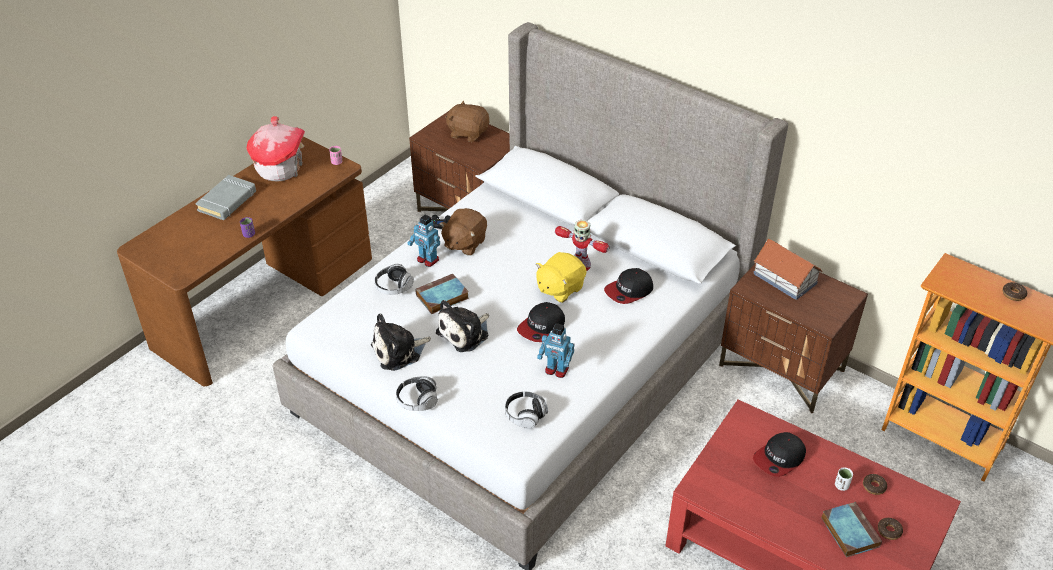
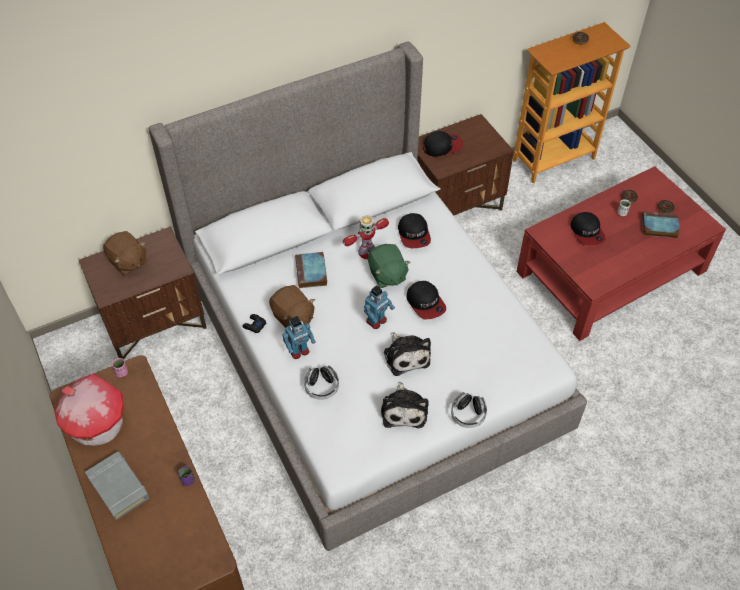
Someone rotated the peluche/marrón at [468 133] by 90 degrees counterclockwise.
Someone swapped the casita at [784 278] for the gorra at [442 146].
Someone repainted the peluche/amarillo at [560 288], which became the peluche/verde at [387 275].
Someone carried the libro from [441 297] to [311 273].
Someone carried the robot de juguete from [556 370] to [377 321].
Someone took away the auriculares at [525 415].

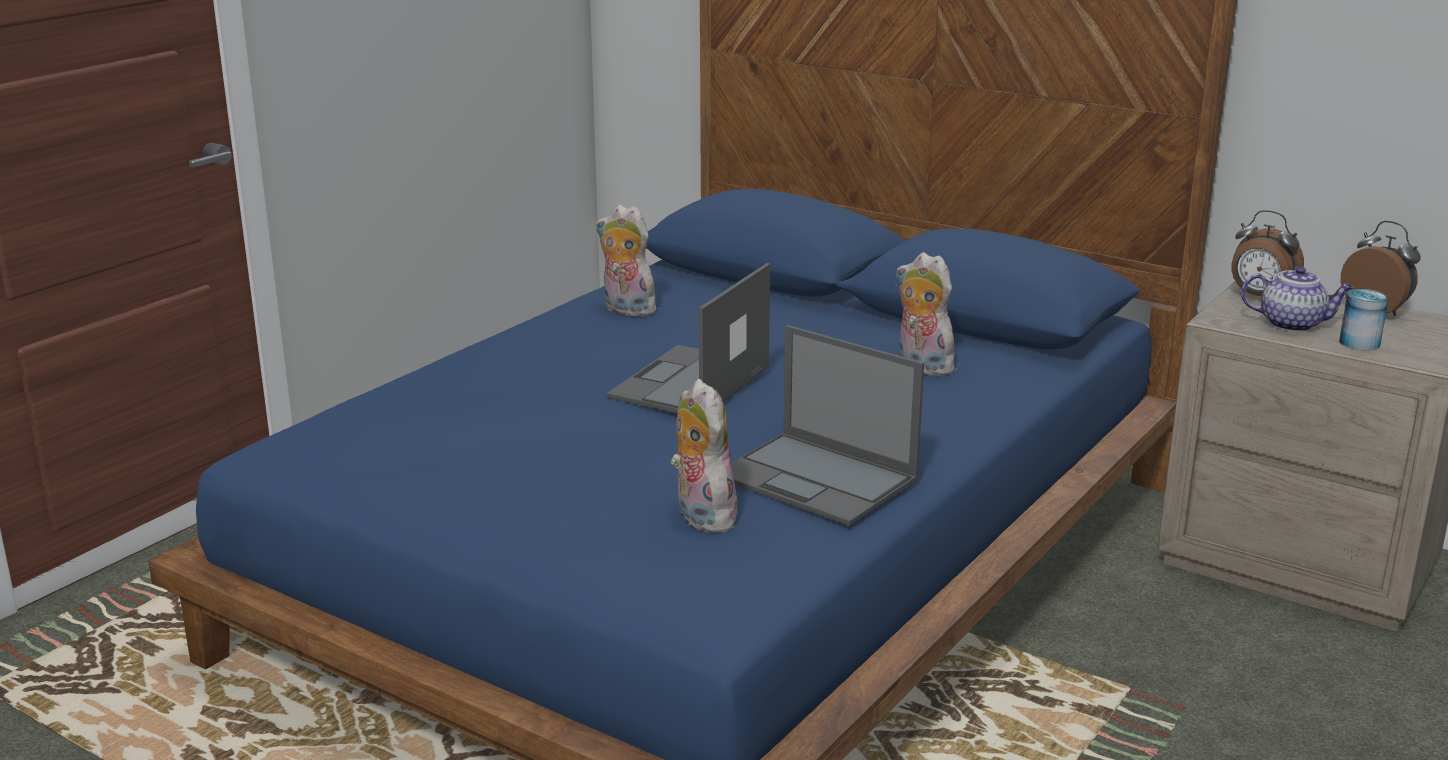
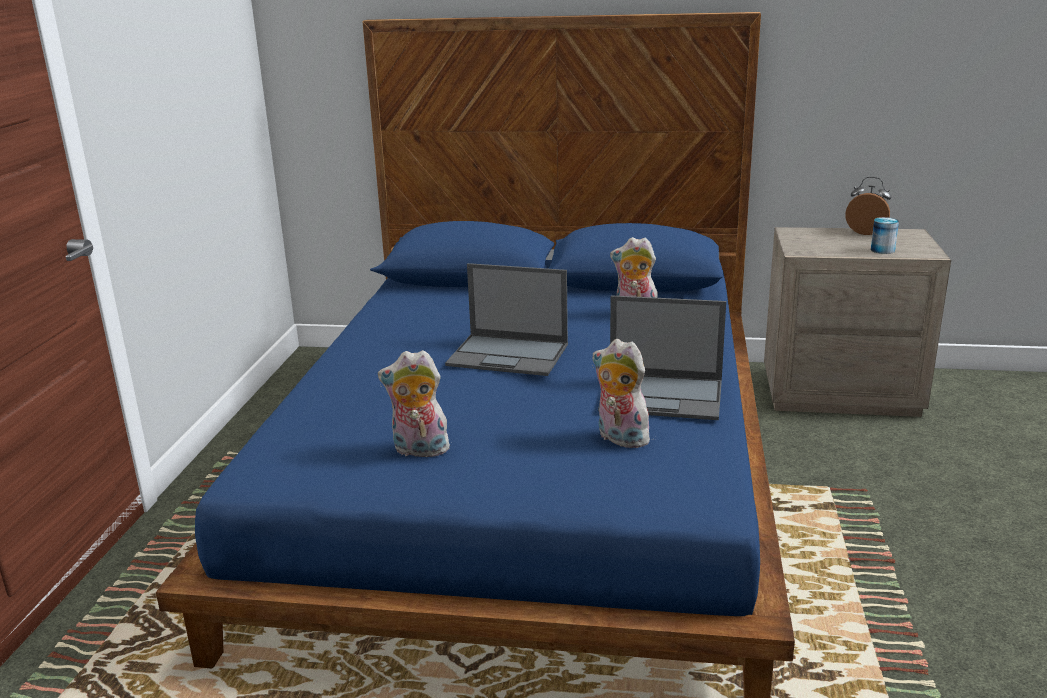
Someone carried the peluche from [626 310] to [419 451].
Someone took away the despertador at [1259 297].
Someone rotated the portátil at [689 383] by 75 degrees counterclockwise.
Someone took away the tetera at [1292 324].

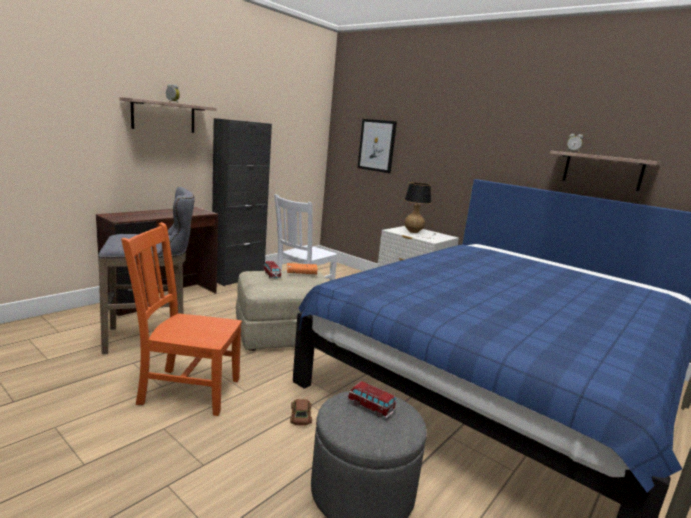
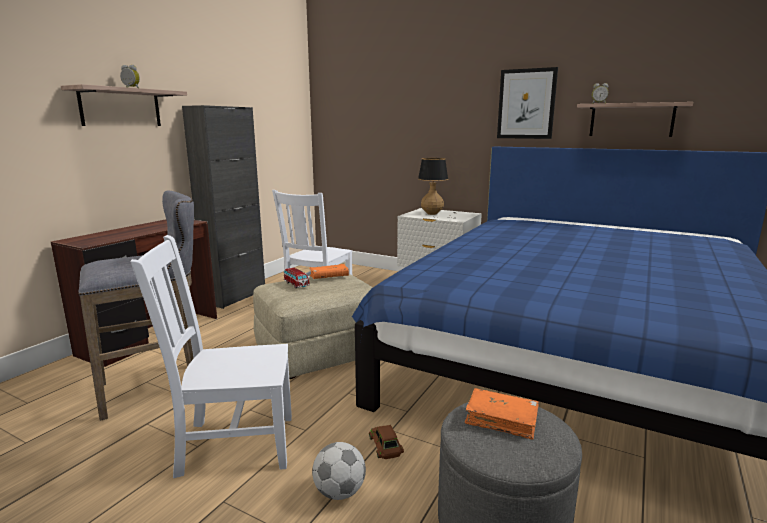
Someone carried the cuadro from [377 145] to [526 104].
Someone repainted the silla/naranja at [187 390], which became the silla/blanco at [233 444].
Someone swapped the coche de juguete at [371 407] for the libro/naranja at [501 420].
Someone put down the balón de fútbol at [340 492].

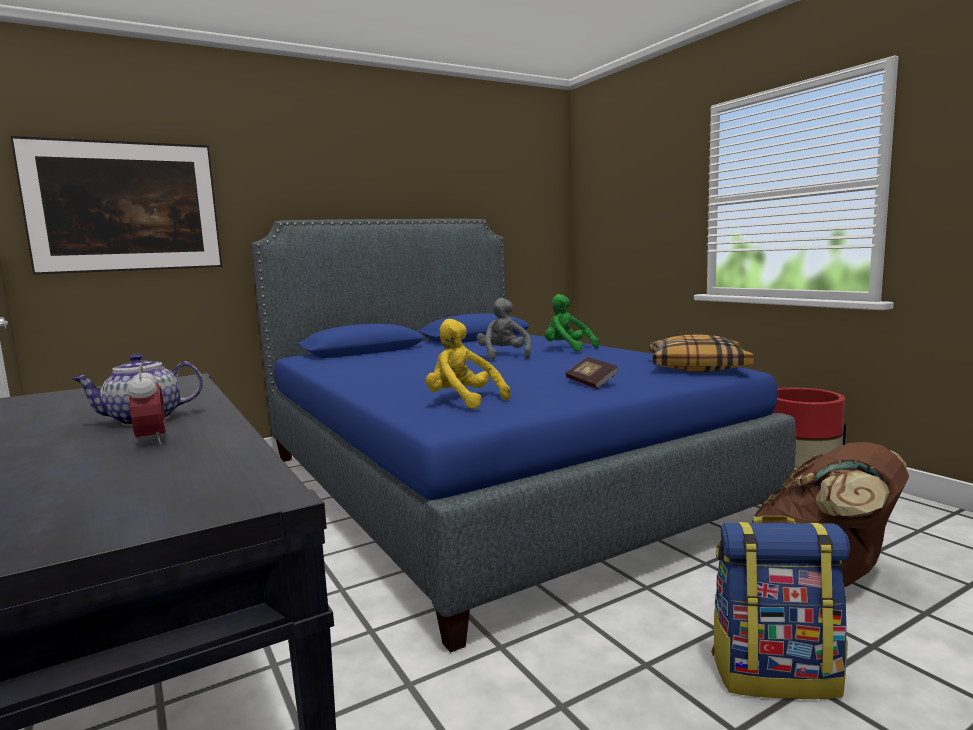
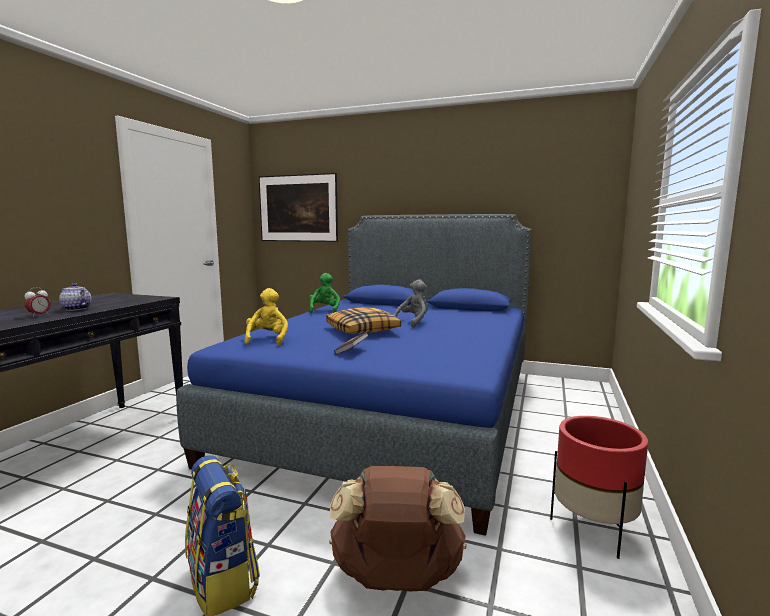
Someone carried the peluche/verde from [567 349] to [324 310].
Someone carried the cojín from [697 366] to [363 330].

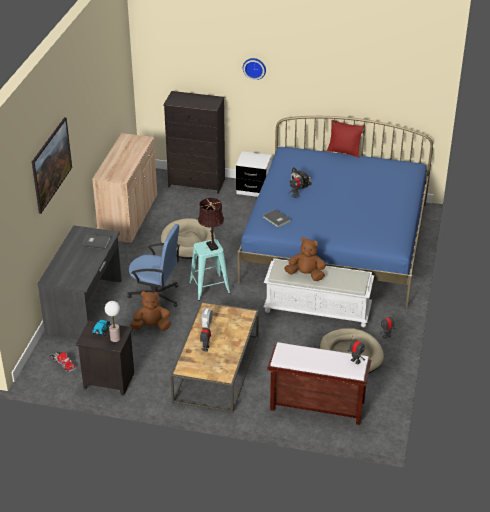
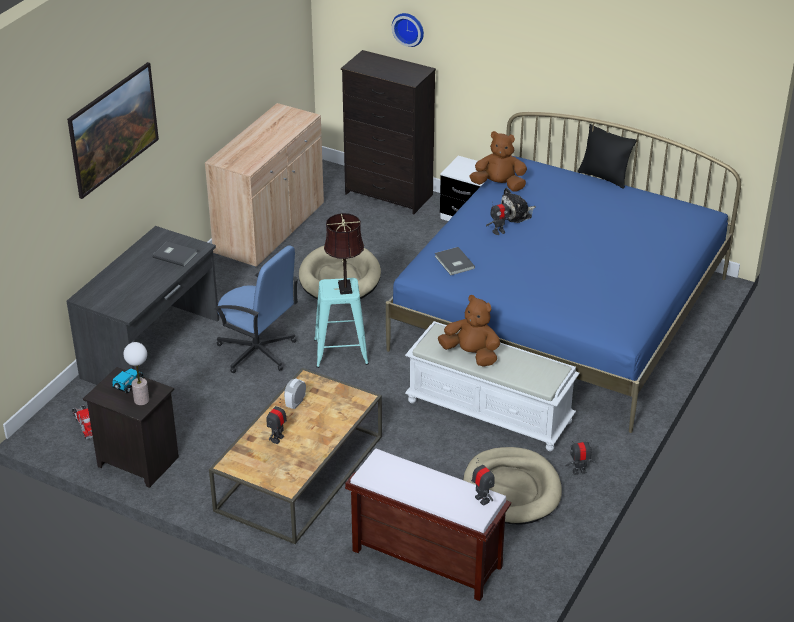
Someone carried the reloj de pared from [254 68] to [409 28].
Someone repainted the cojín/rojo at [344 152], which became the cojín/negro at [604 177].
Someone carried the peluche/marrón from [151 327] to [499 185].

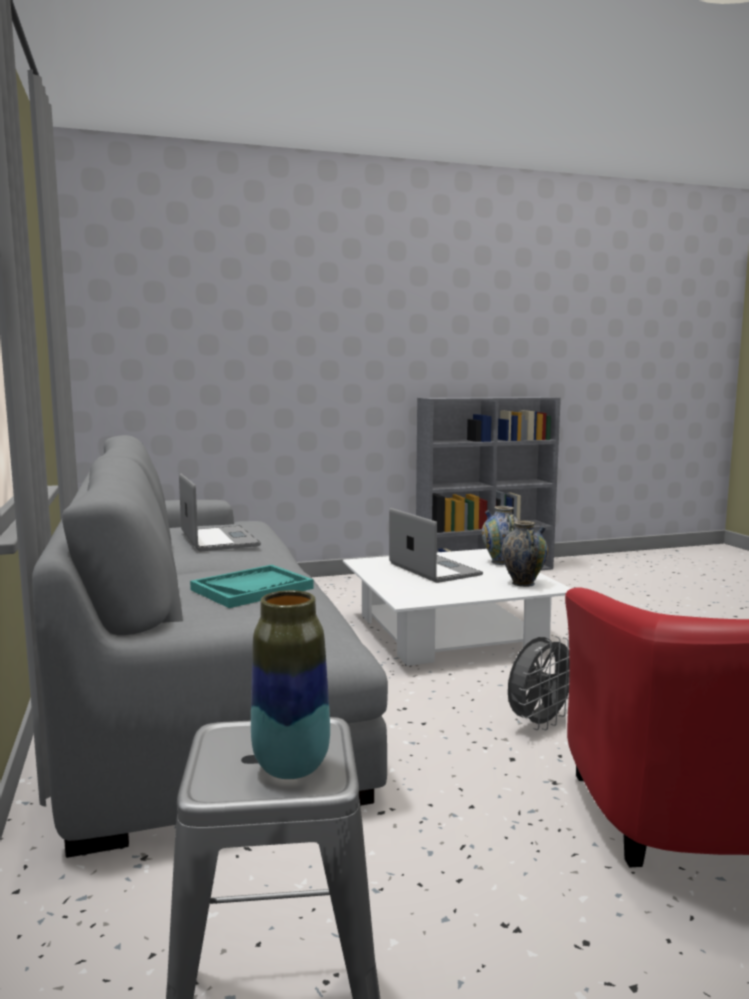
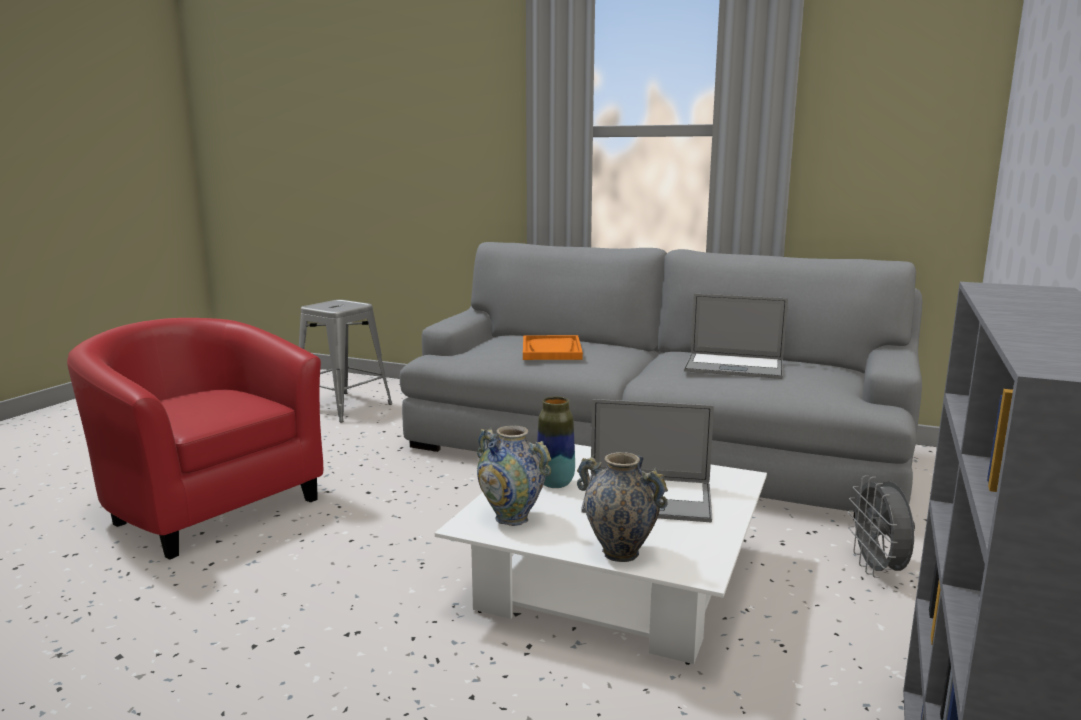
Someone repainted the bandeja/turquesa at [252 589], which became the bandeja/naranja at [551 350].
Someone carried the florero from [291 767] to [555 483].
Someone carried the ventilador/gris from [539 723] to [878 570].

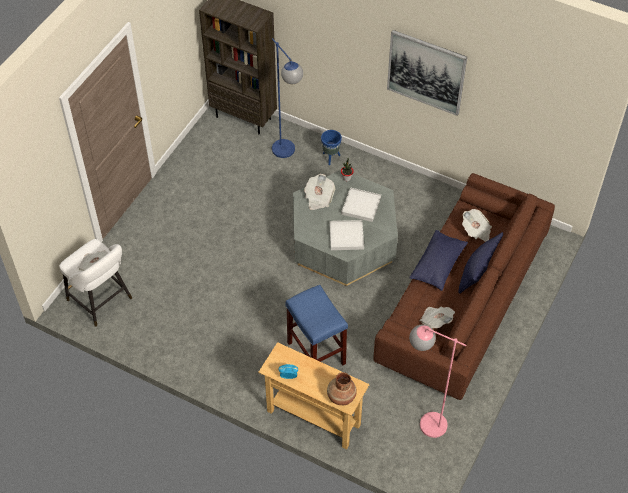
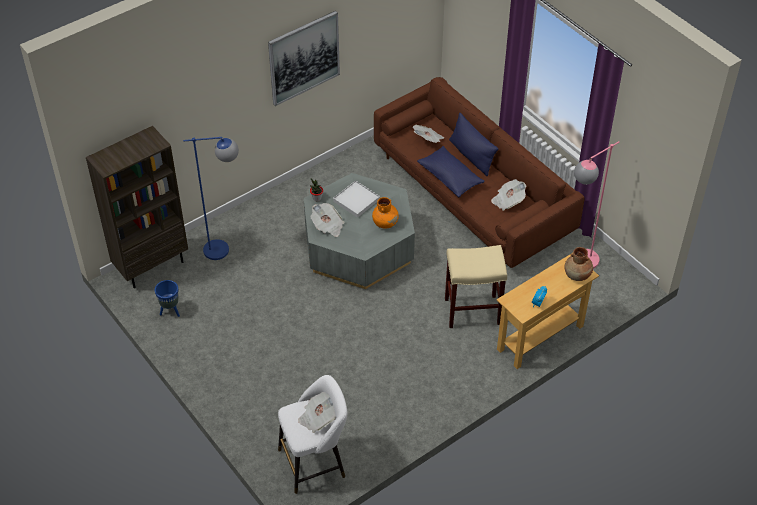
Someone carried the maceta/azul from [330 157] to [170 311].
Someone swapped the bandeja/blanco at [346 236] for the florero/naranja at [385 223].
Someone repainted the taburete/azul at [315 352], which became the taburete/beis at [471 311].

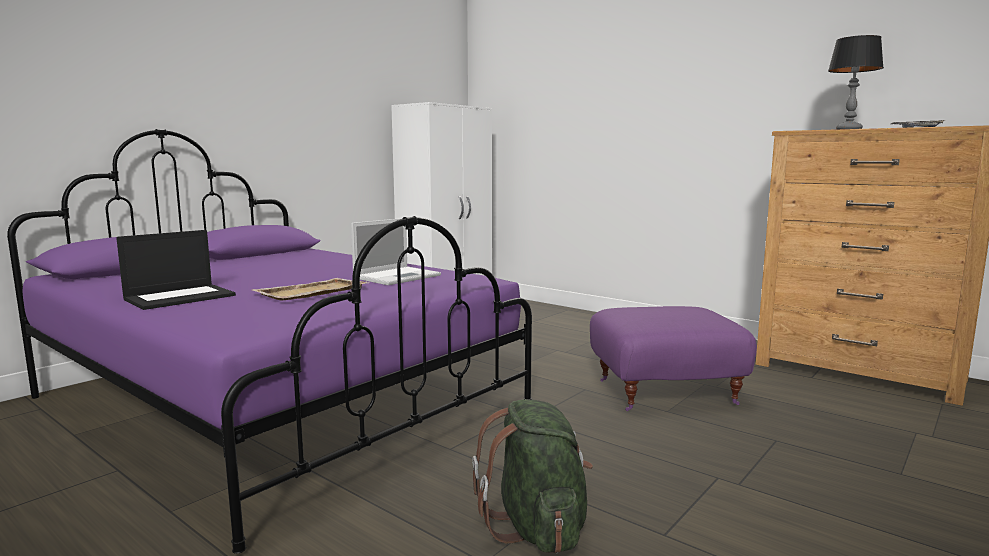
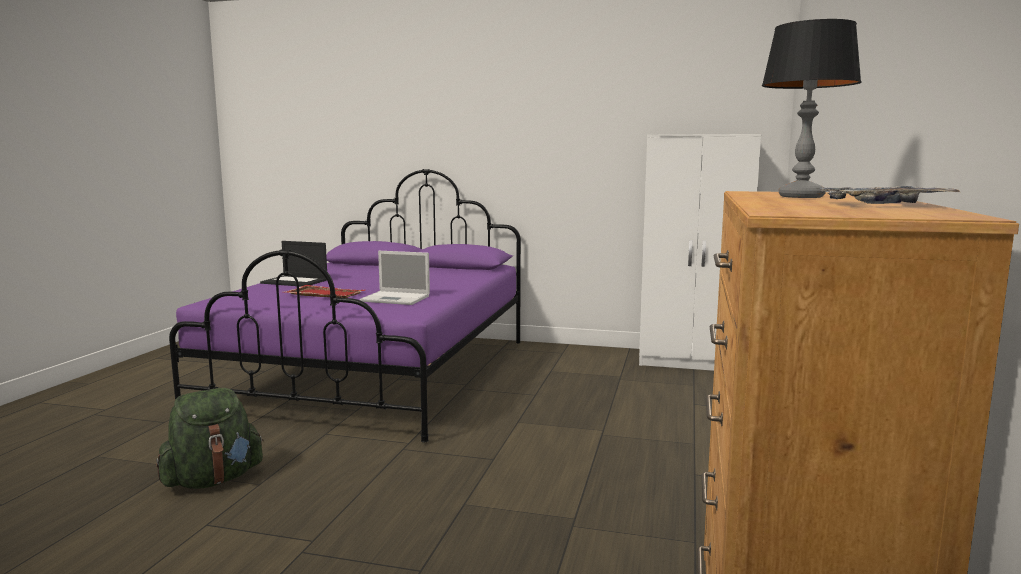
Someone repainted the bandeja/beis at [311 292], which became the bandeja/rojo at [324 294].
Someone took away the puf/morado at [665 391].

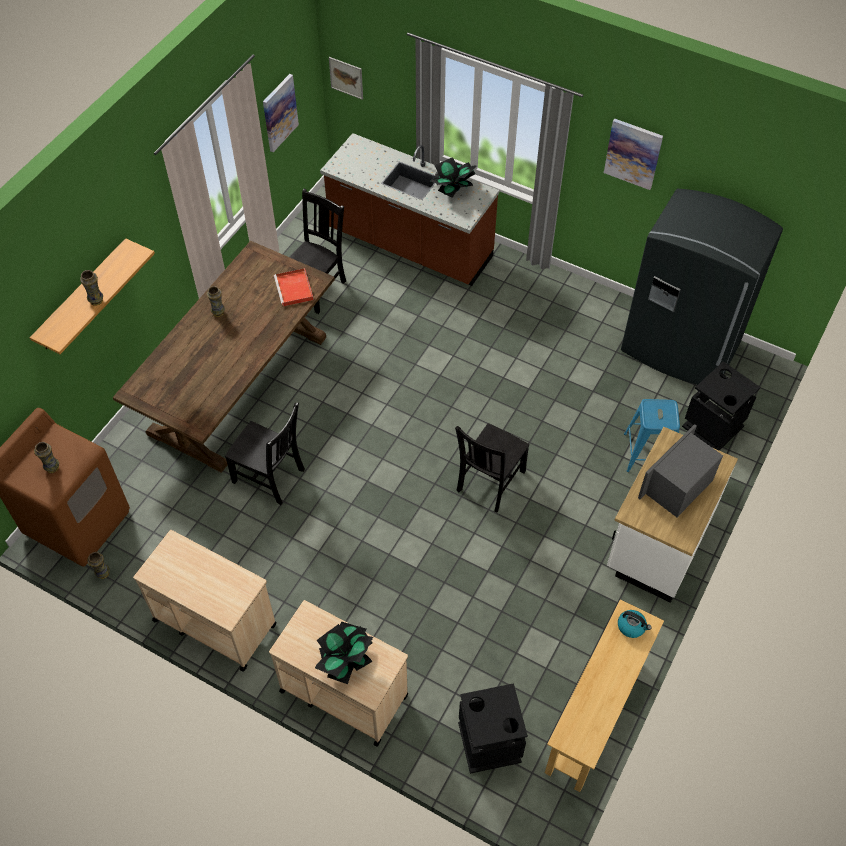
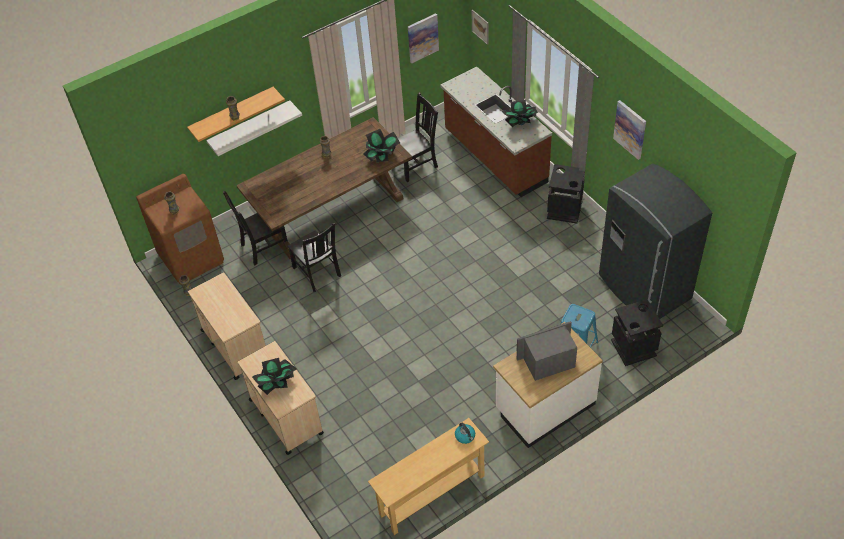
Someone swapped the bandeja/rojo at [294 289] for the planta en maceta at [382 156].
Someone carried the silla/negro from [489 482] to [263 247].
Someone carried the papelera/negro from [490 743] to [564 210].
Someone put up the estante/blanco at [250 127].

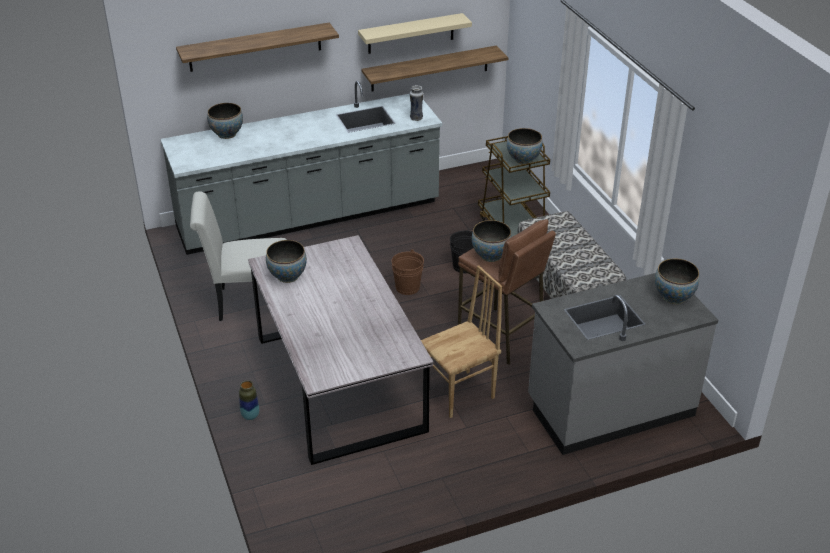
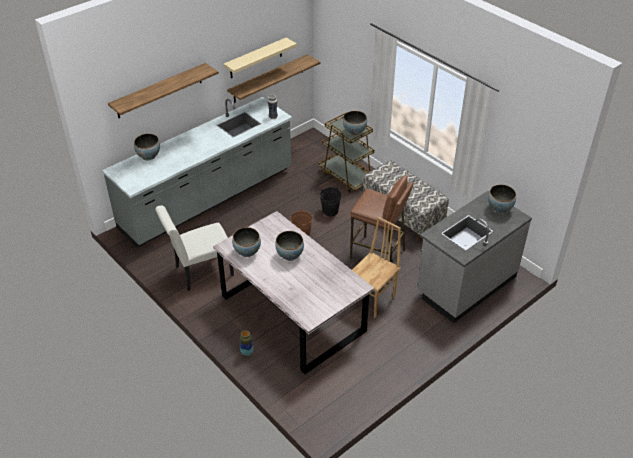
Someone carried the cuenco from [490 256] to [290 255].

